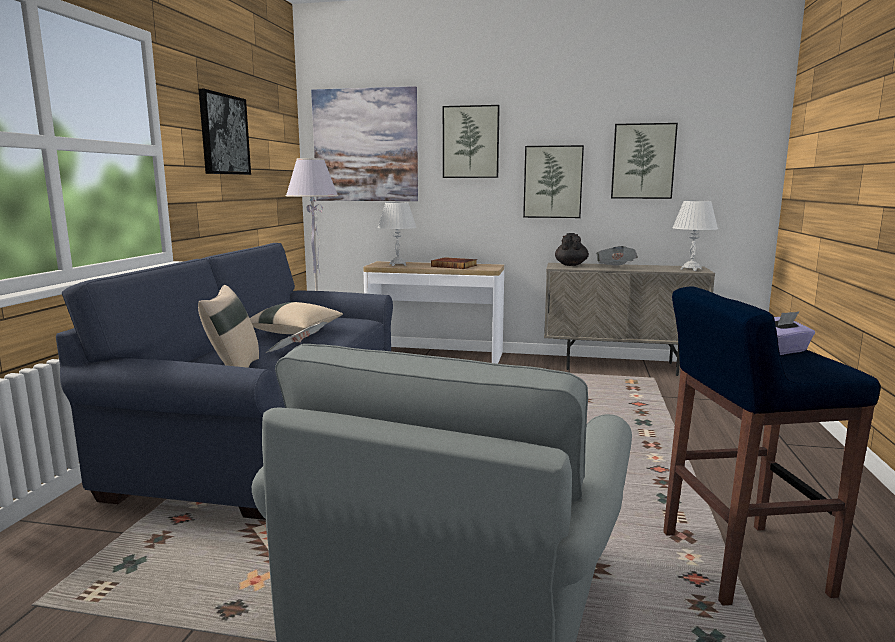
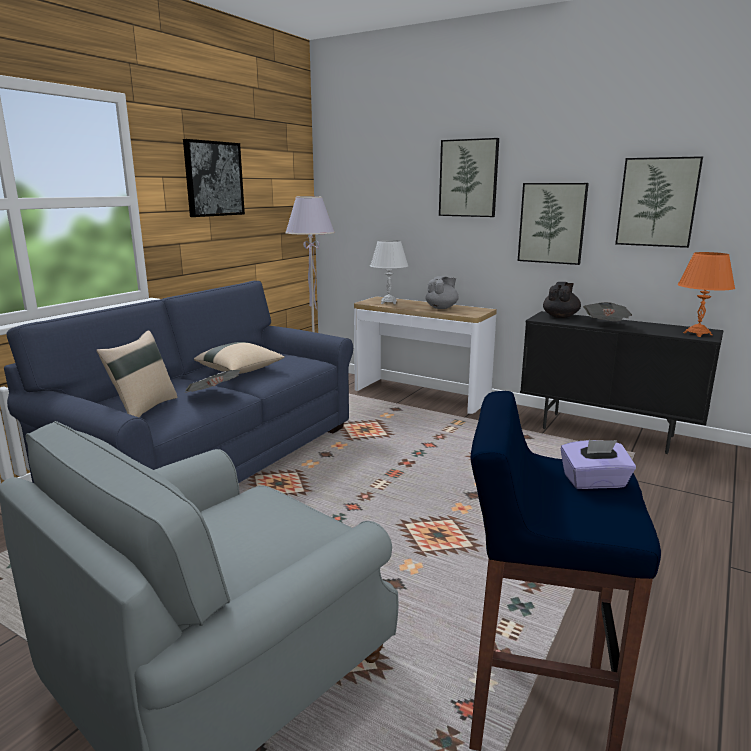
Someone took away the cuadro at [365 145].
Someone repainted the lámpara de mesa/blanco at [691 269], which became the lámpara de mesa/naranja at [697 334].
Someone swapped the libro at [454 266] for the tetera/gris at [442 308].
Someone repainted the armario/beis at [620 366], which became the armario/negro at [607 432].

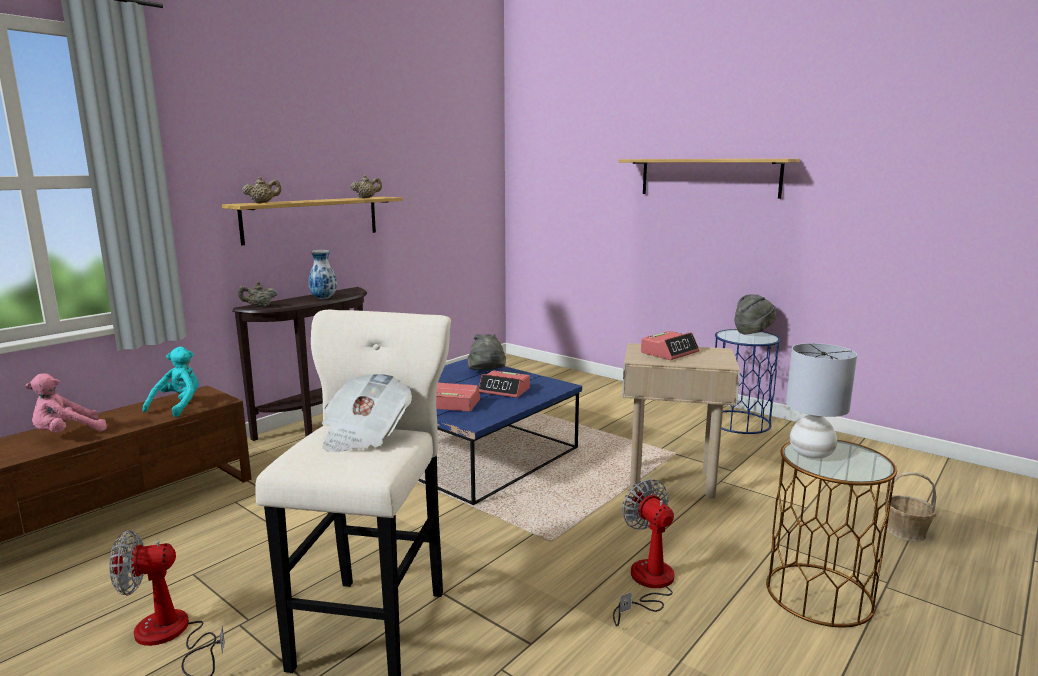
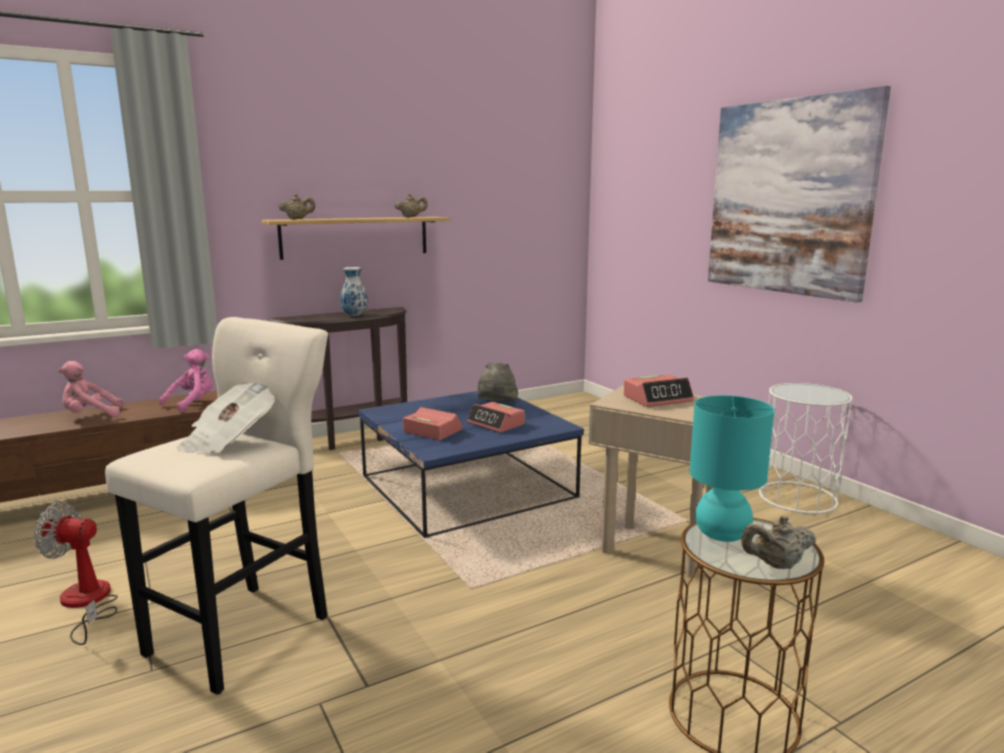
Someone swapped the estante at [708 177] for the cuadro at [788 197].
Someone carried the tetera/beis from [259 307] to [776 565].
Someone took away the sombrero/gris at [753 332].
Someone repainted the mesa auxiliar/azul at [739 422], which became the mesa auxiliar/blanco at [798 497].
Someone repainted the lámpara de mesa/gris at [811 453], which became the lámpara de mesa/turquesa at [722 534].
Someone repainted the peluche/turquesa at [178 406], which became the peluche/rosa at [192 403].
Someone took away the cesta at [906 532].
Someone took away the ventilador at [647 584].

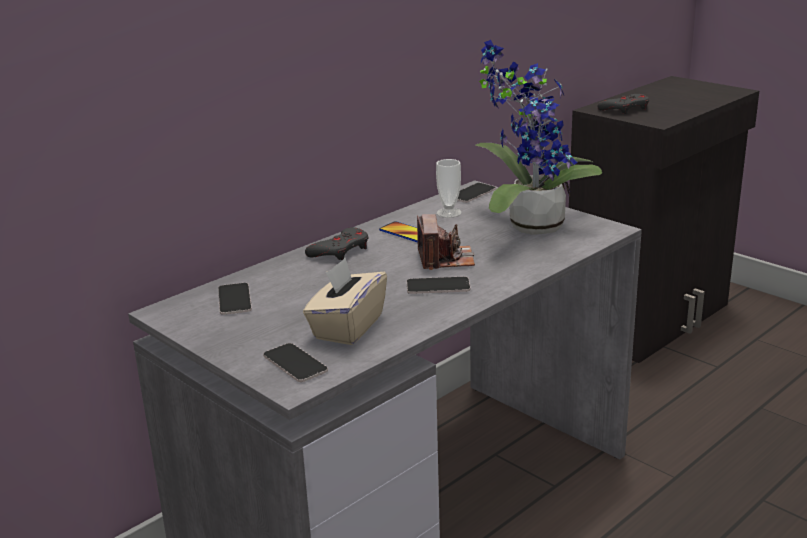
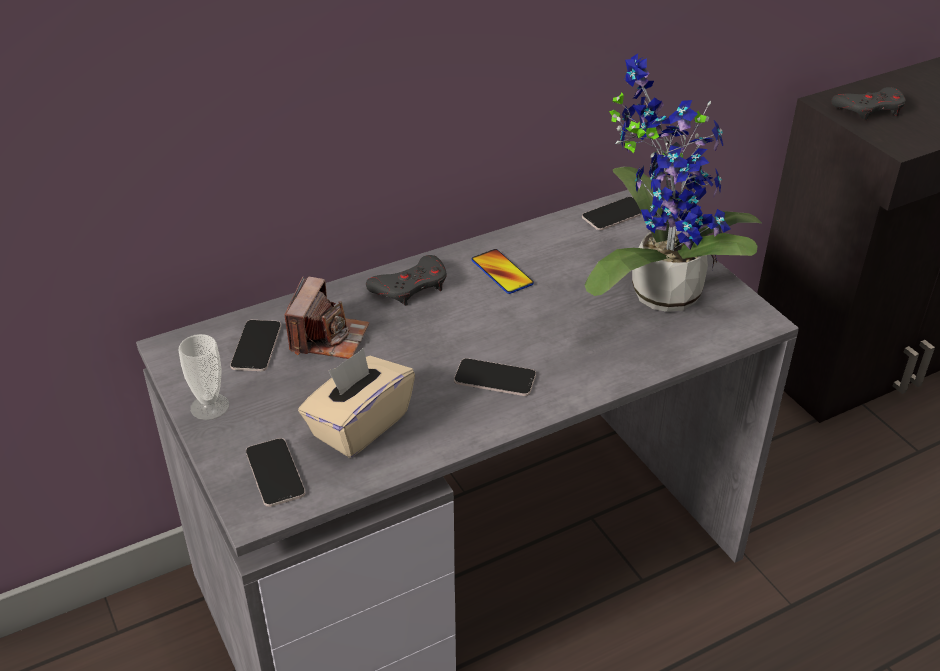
Someone carried the taza from [449 213] to [209 406].
Someone carried the cámara from [445 259] to [328 338].

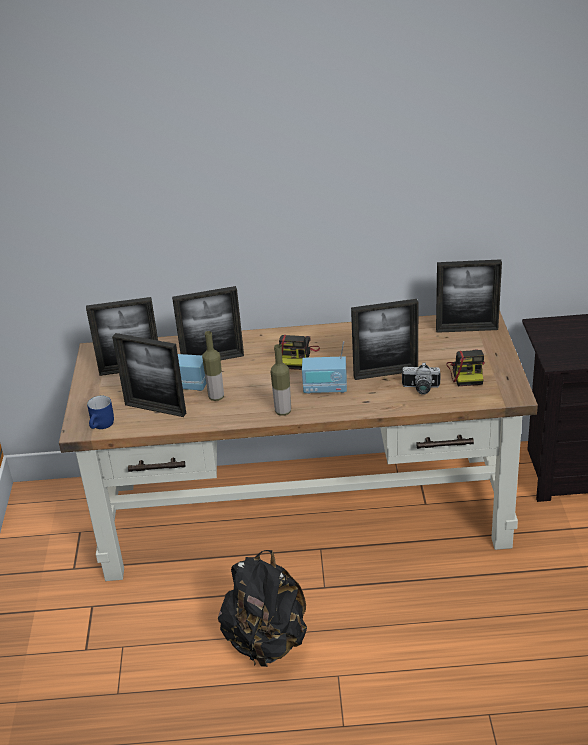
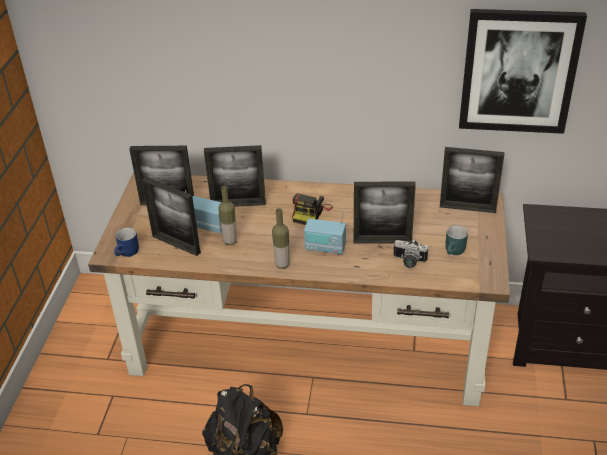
Someone swapped the cámara at [467 373] for the taza grande/turquesa at [455 252].
Someone put up the cuadro at [518 71].

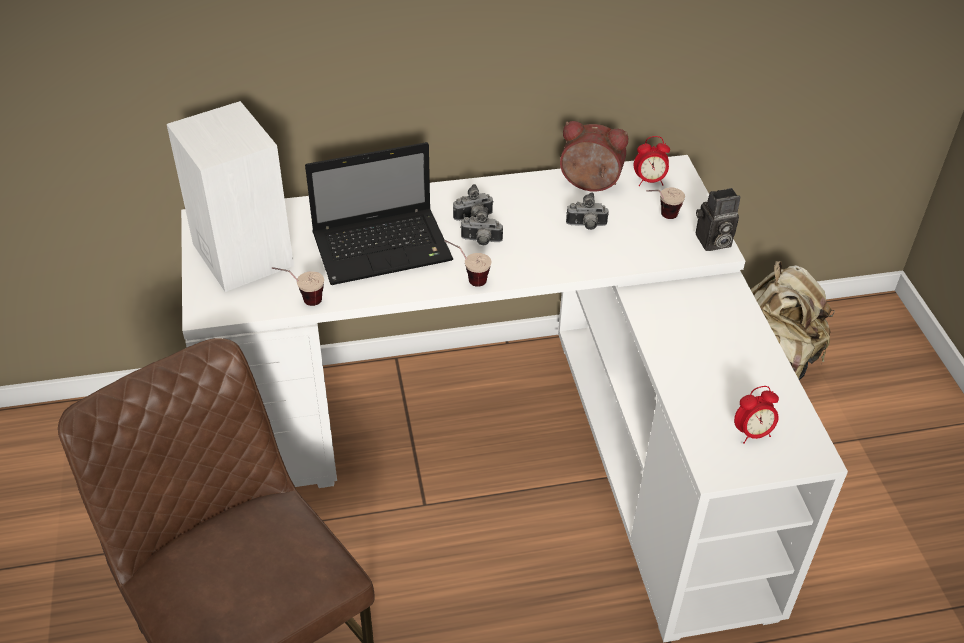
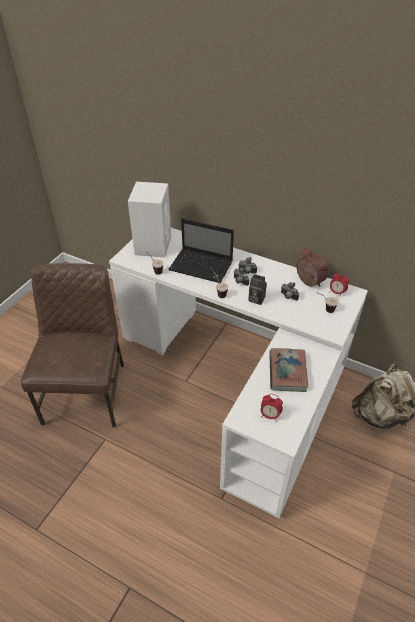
Someone carried the cámara from [712 242] to [255 299].
Someone put down the libro at [287 372].

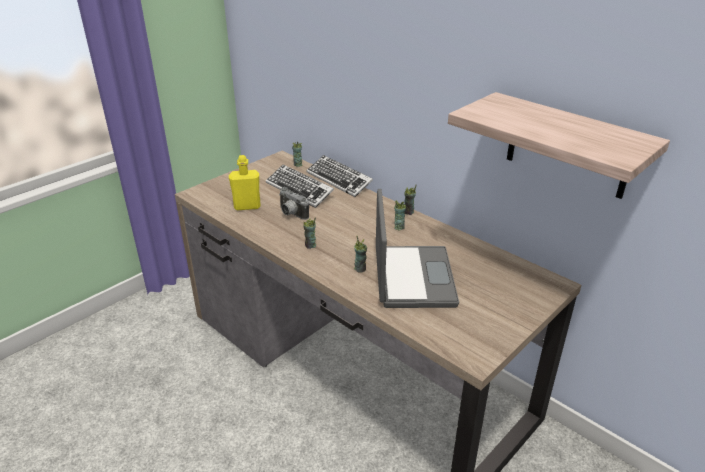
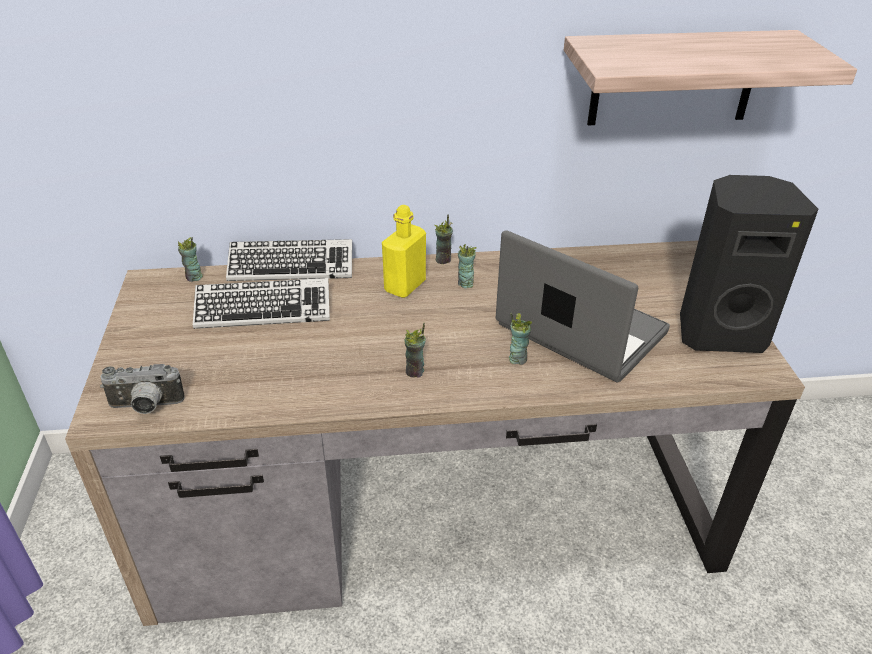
Someone carried the botella/amarillo from [247 206] to [405 286].
Someone carried the cámara from [291 214] to [146 407].
Someone put down the altavoz/negro at [719 332].

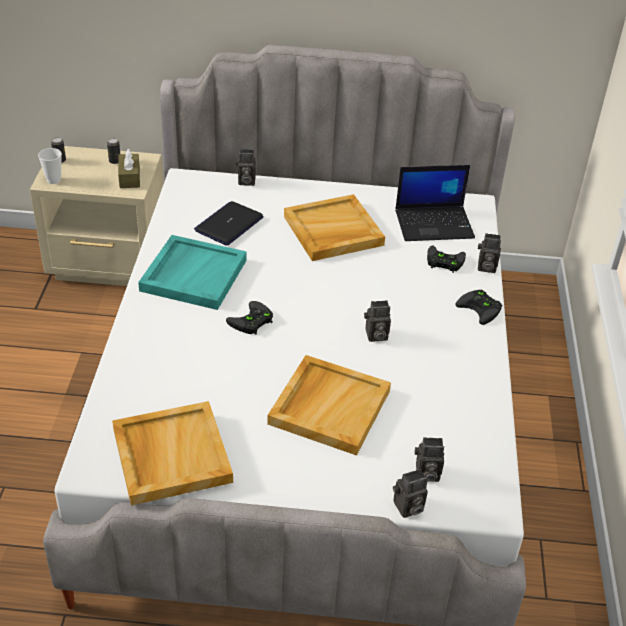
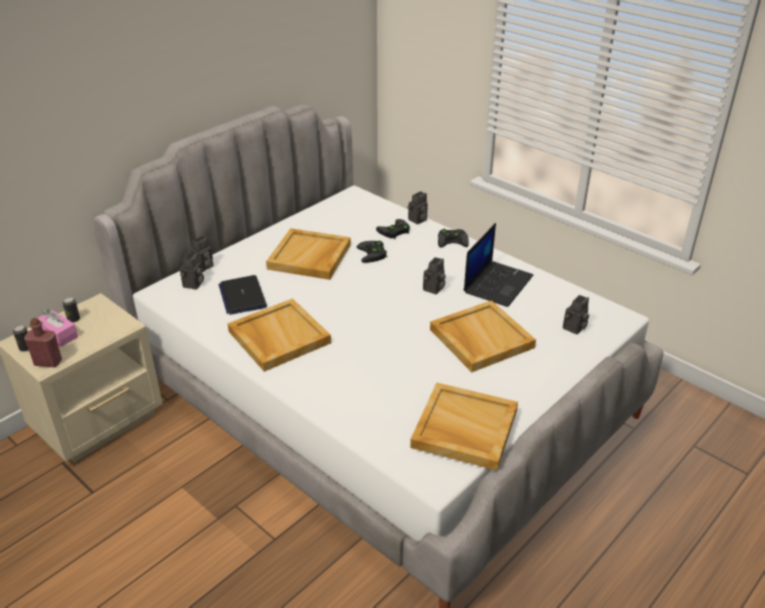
Someone swapped the taza at [53 180] for the botella/rojo at [48 362].
Someone took away the caja de pañuelos/marrón at [129 177].
Someone carried the portátil from [435 224] to [497 283].
Someone repainted the bandeja/turquesa at [193 274], which became the bandeja/beis at [278 337].
Someone carried the mando de consola/negro from [251 322] to [373 254].
Someone carried the cámara from [407 508] to [194 285].
Someone put down the caja de pañuelos/rosa at [58 334].

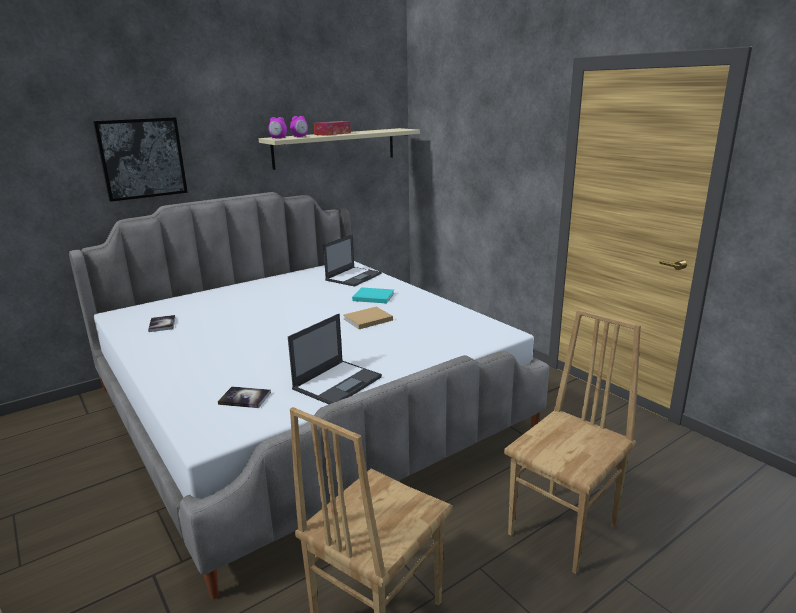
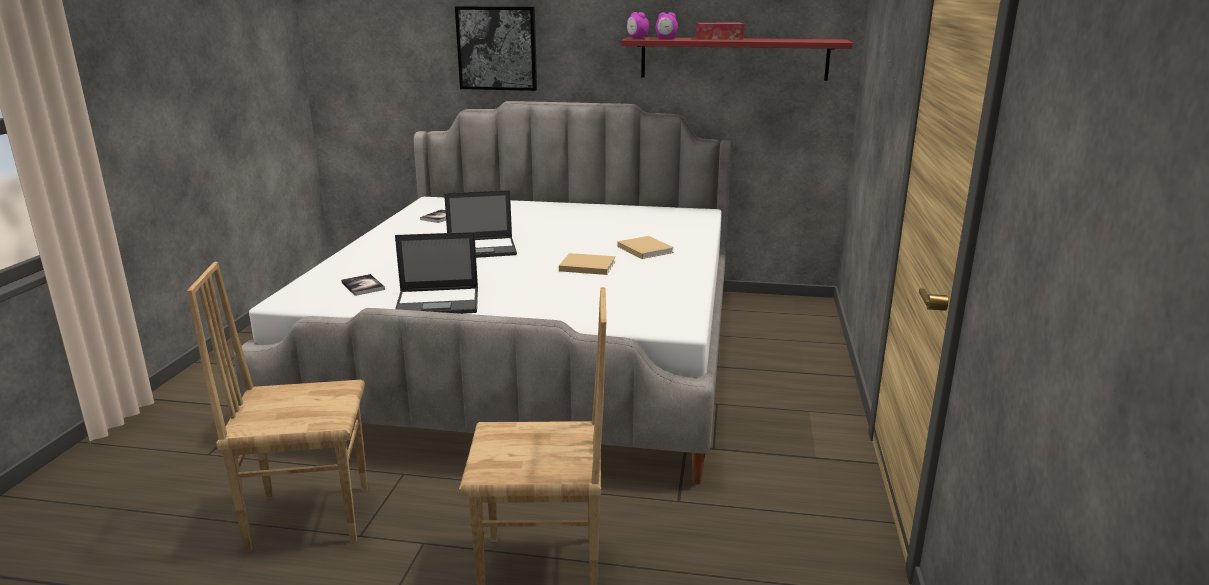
Someone repainted the estante/beis at [335 148], which became the estante/rojo at [733 58].
Someone carried the portátil from [354 277] to [482 249].
Someone repainted the libro/turquesa at [372 297], which became the libro/beis at [644 249].

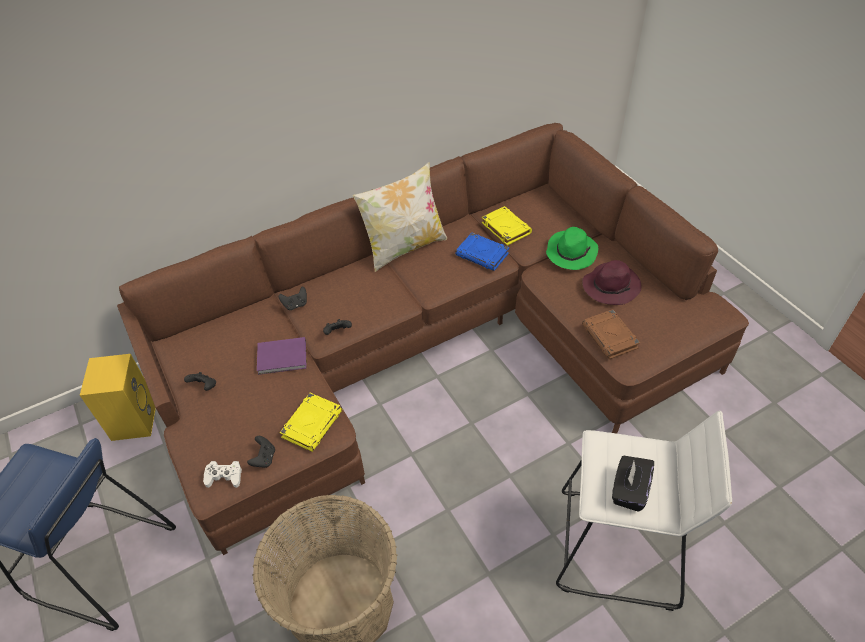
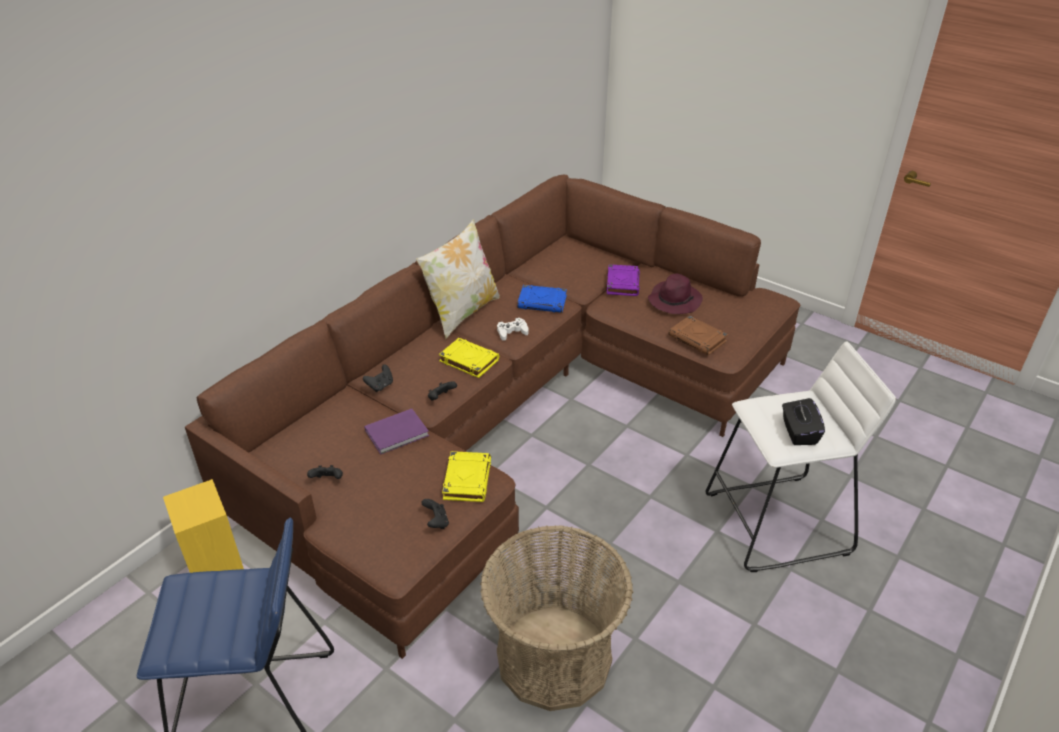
Someone carried the libro/amarillo from [505 228] to [468 360].
Someone swapped the sombrero/verde at [571 252] for the libro/morado at [622 283].
Someone carried the mando de consola/blanco from [224 476] to [512 332].

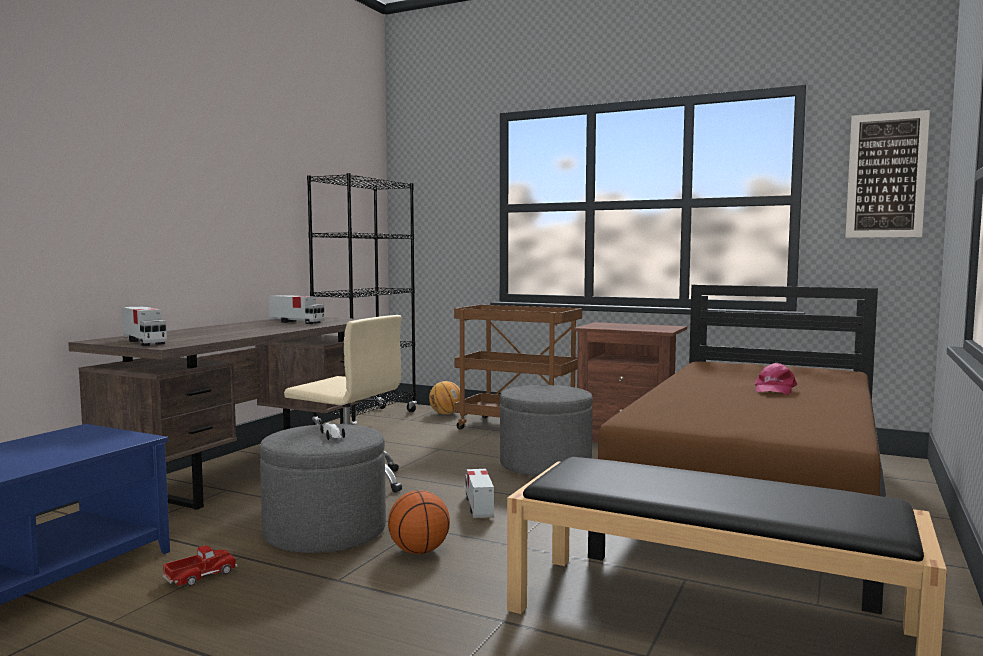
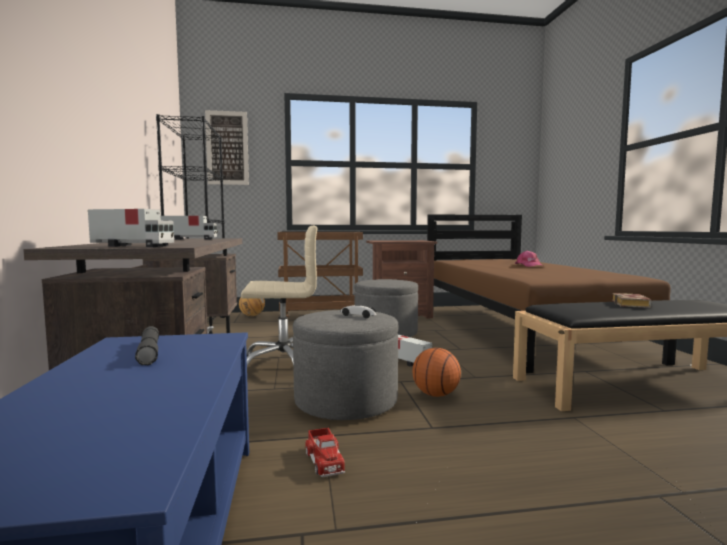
Someone carried the cuadro from [886 175] to [227 148].
Someone rotated the camión de juguete at [201 576] by 150 degrees clockwise.
Someone put down the libro at [632 305].
Someone put down the linterna/gris at [149 352].

